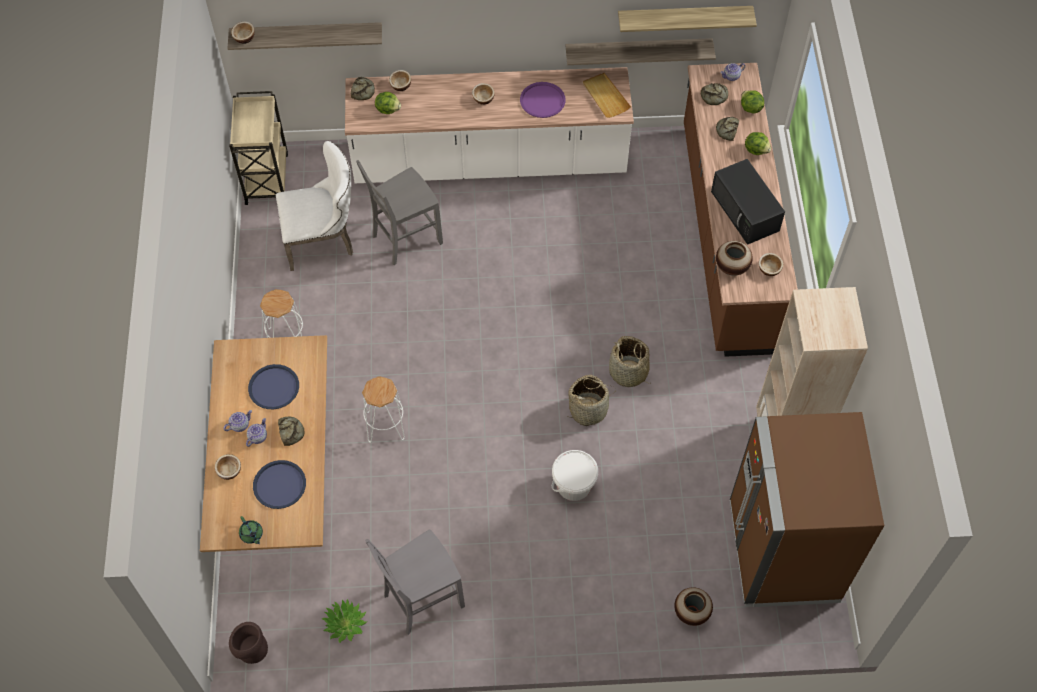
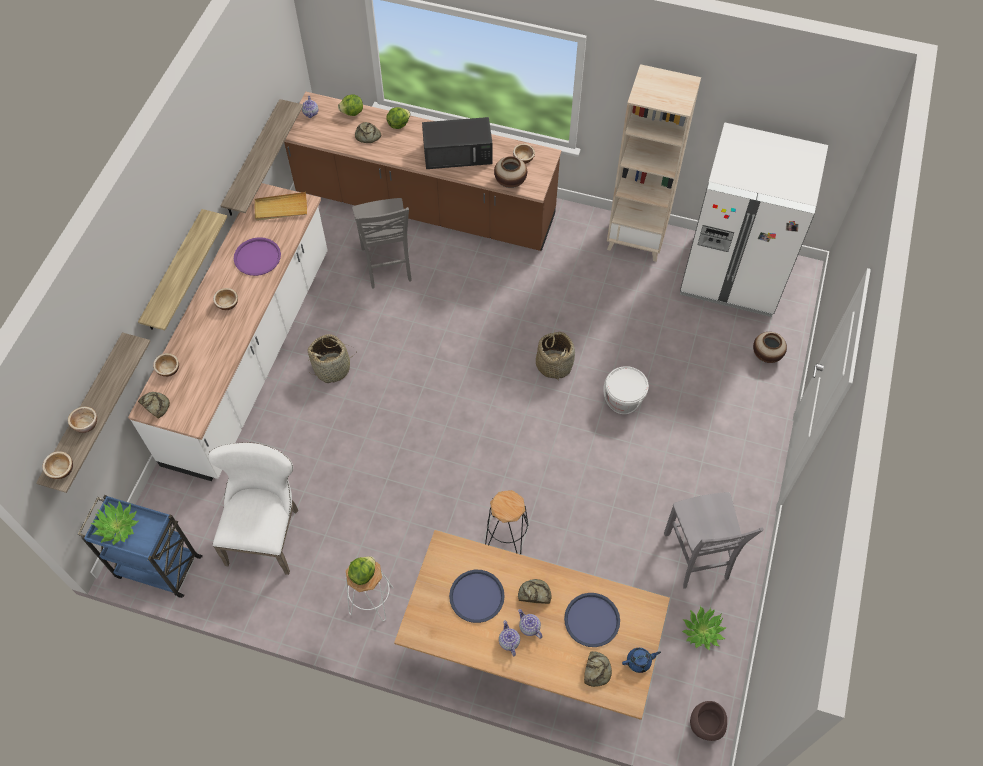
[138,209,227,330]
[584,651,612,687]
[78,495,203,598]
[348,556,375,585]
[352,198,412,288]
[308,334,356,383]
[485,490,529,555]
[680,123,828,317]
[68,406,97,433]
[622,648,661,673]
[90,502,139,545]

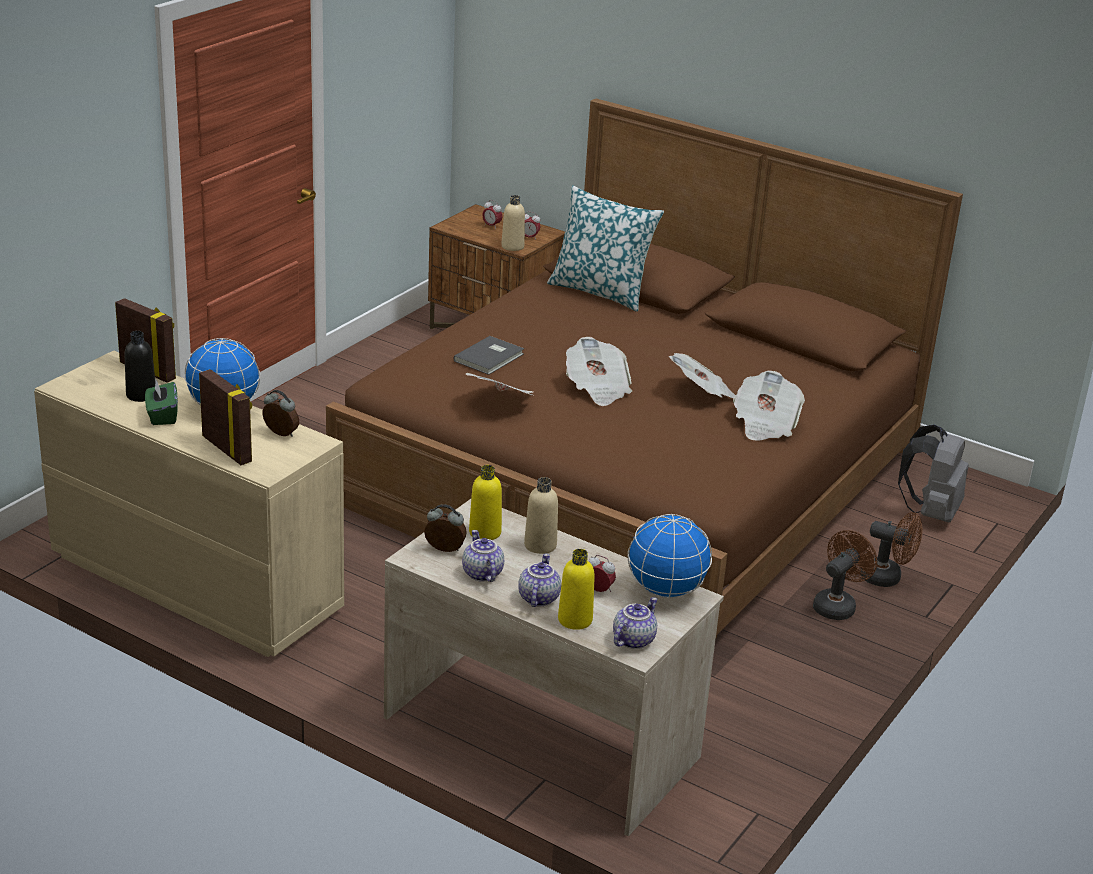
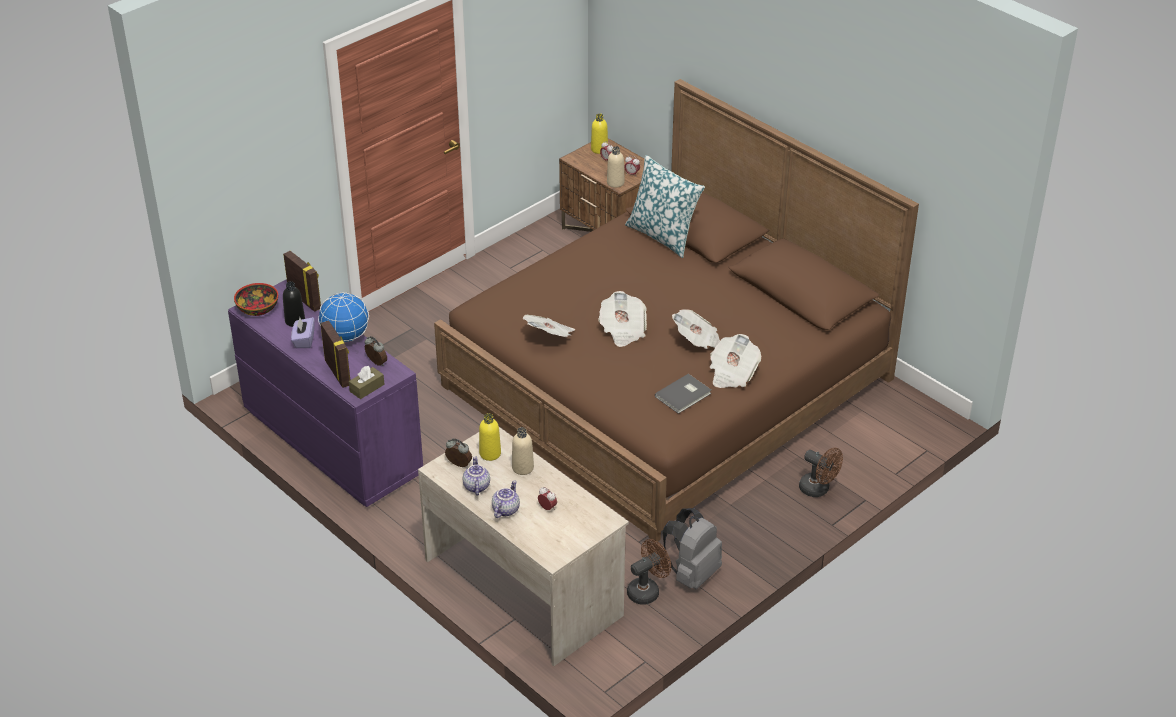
[655,374,712,414]
[228,279,423,507]
[291,317,315,348]
[663,508,722,589]
[628,514,712,598] (first image)
[627,539,671,605]
[591,114,608,154]
[613,597,658,649] (first image)
[234,283,278,316]
[349,366,385,399]

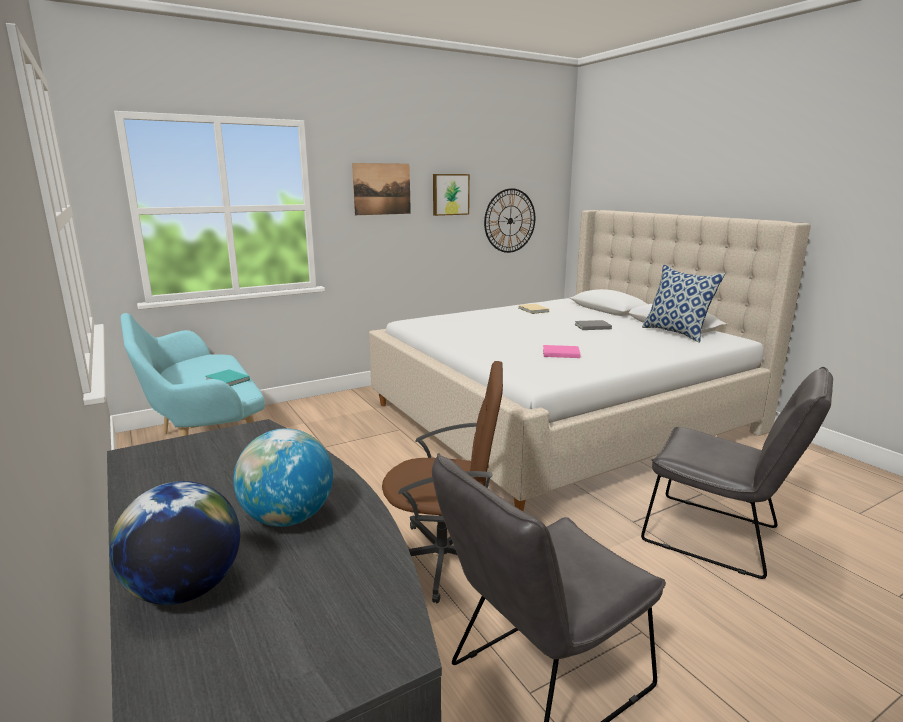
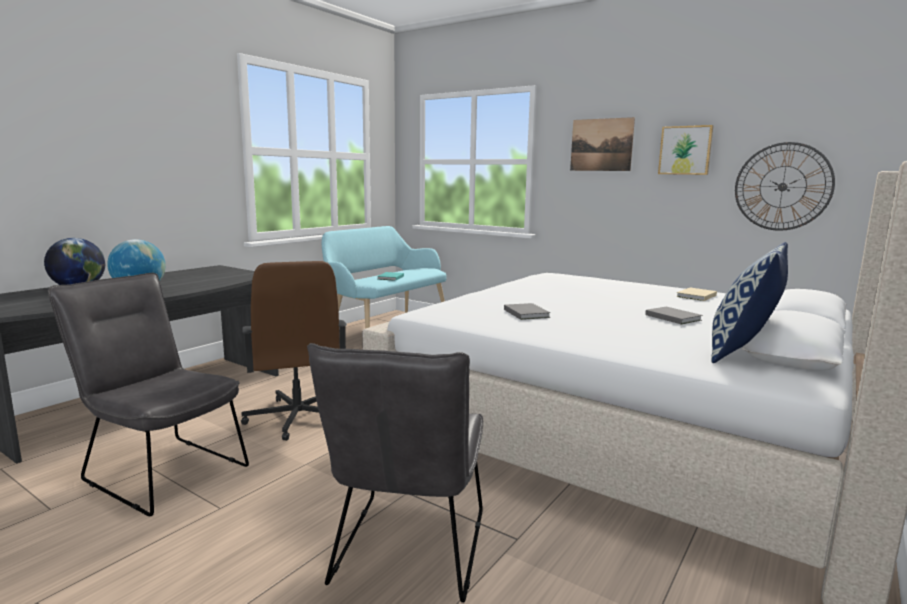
[504,303,551,320]

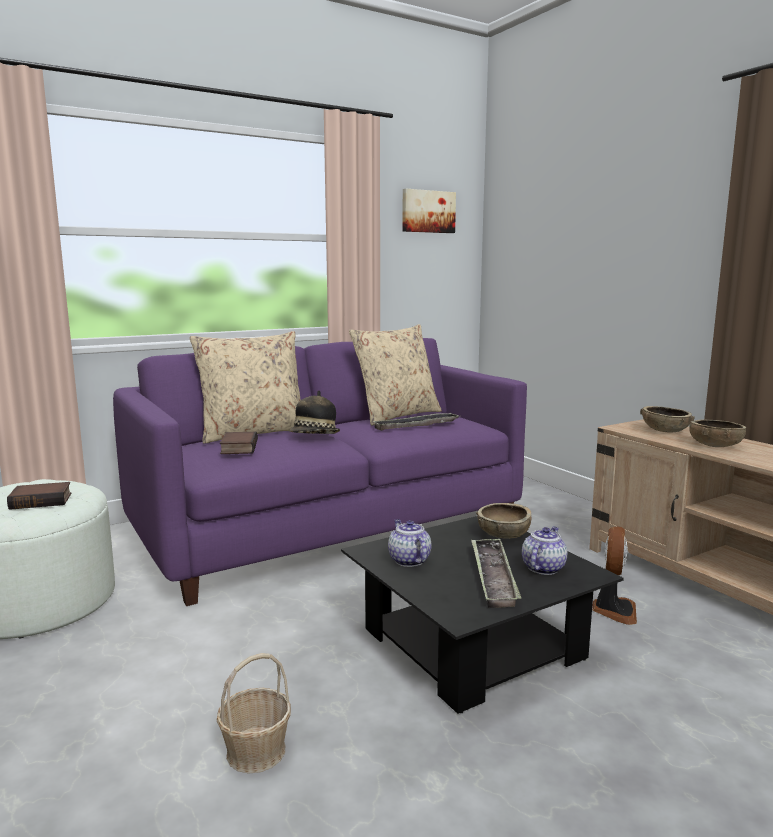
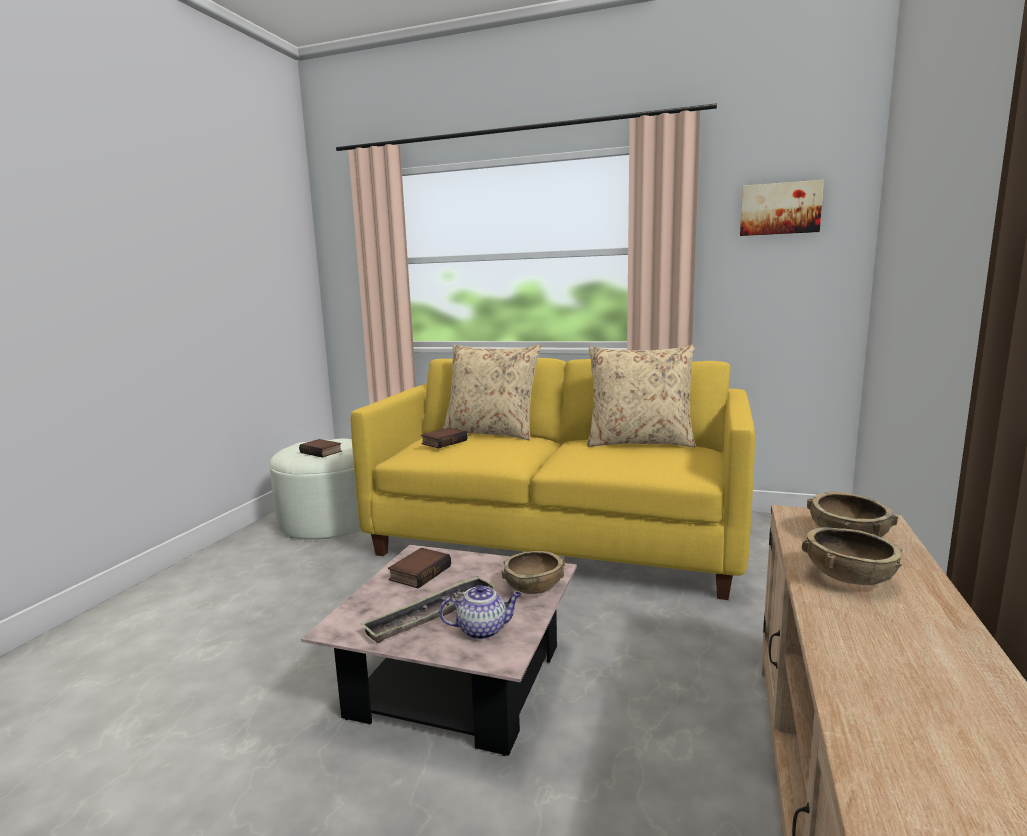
[350,358,755,600]
[289,390,340,434] (first image)
[372,413,461,431] (first image)
[301,545,577,756]
[388,548,451,589]
[592,527,637,625] (first image)
[217,653,291,774] (first image)

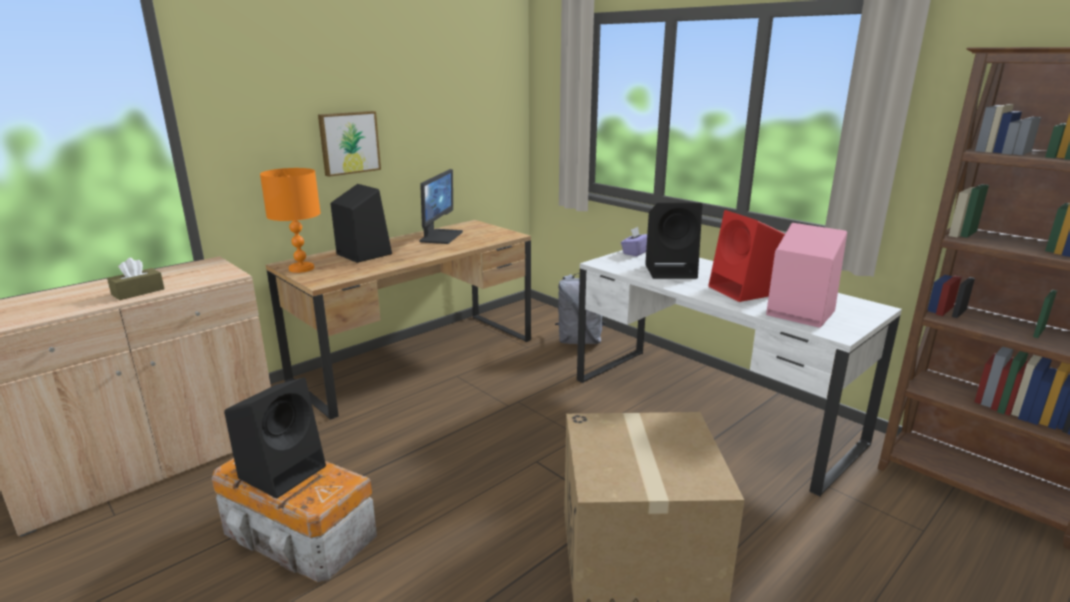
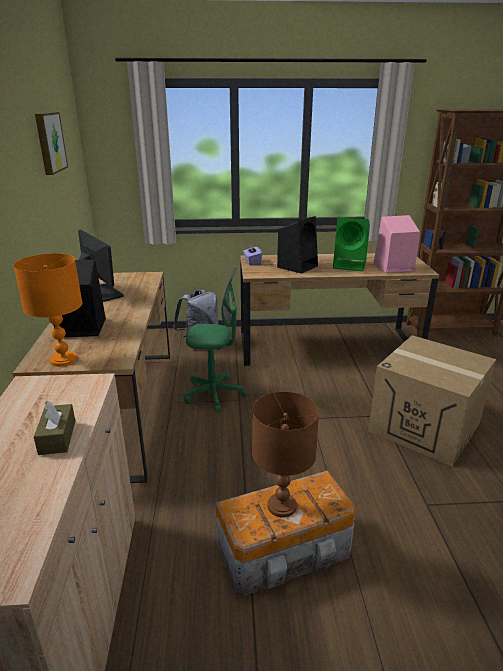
[35,112,68,175]
[333,217,370,271]
[240,253,439,366]
[252,392,319,518]
[183,267,247,413]

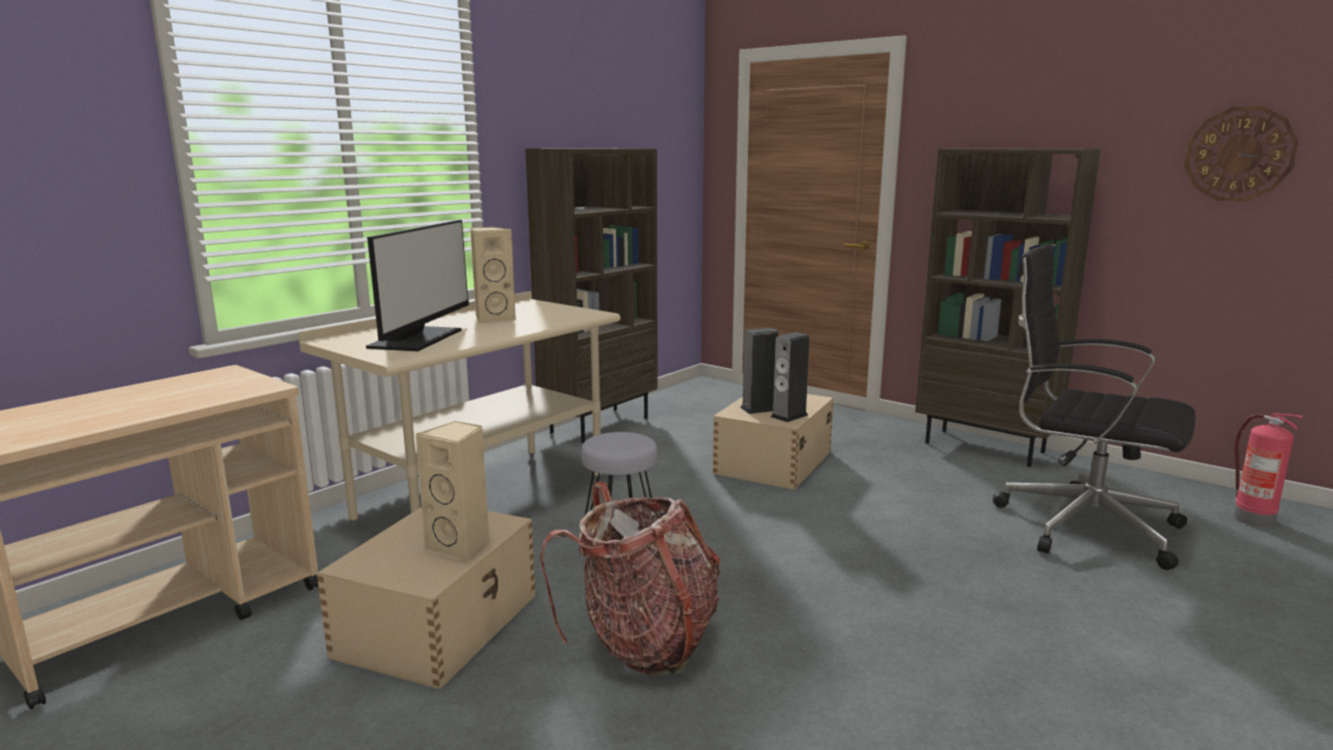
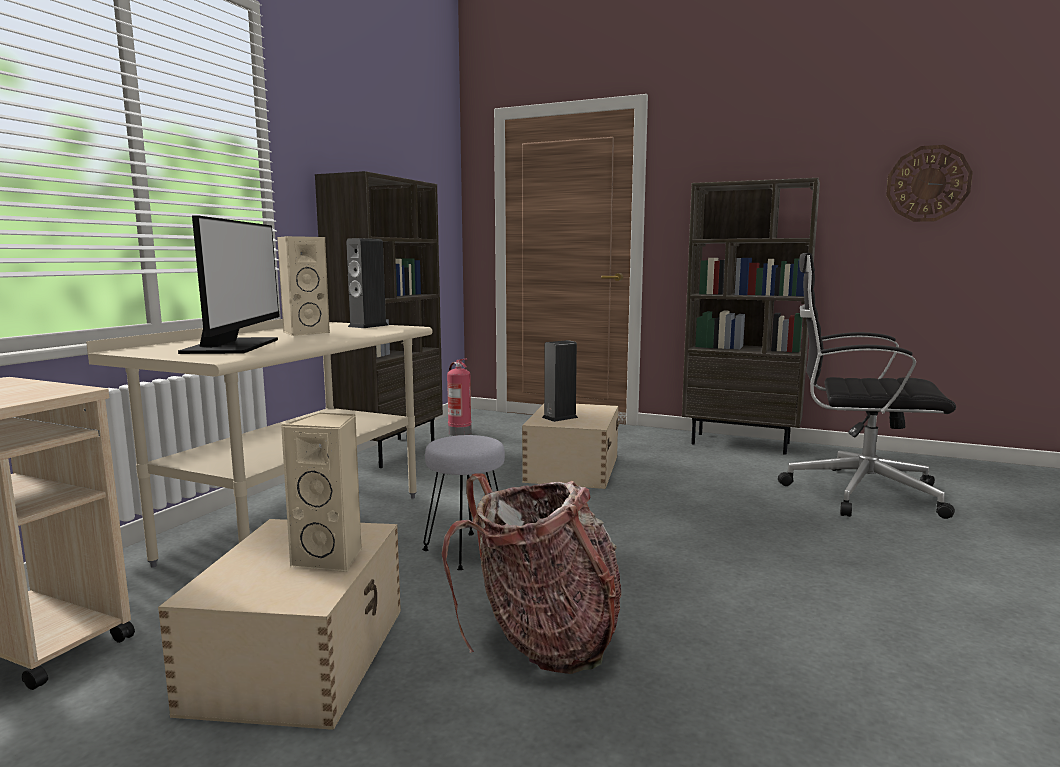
[346,238,388,328]
[447,359,472,436]

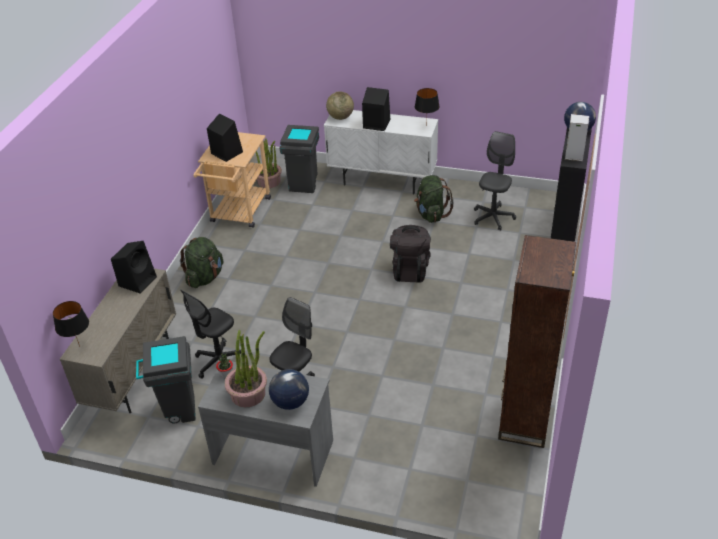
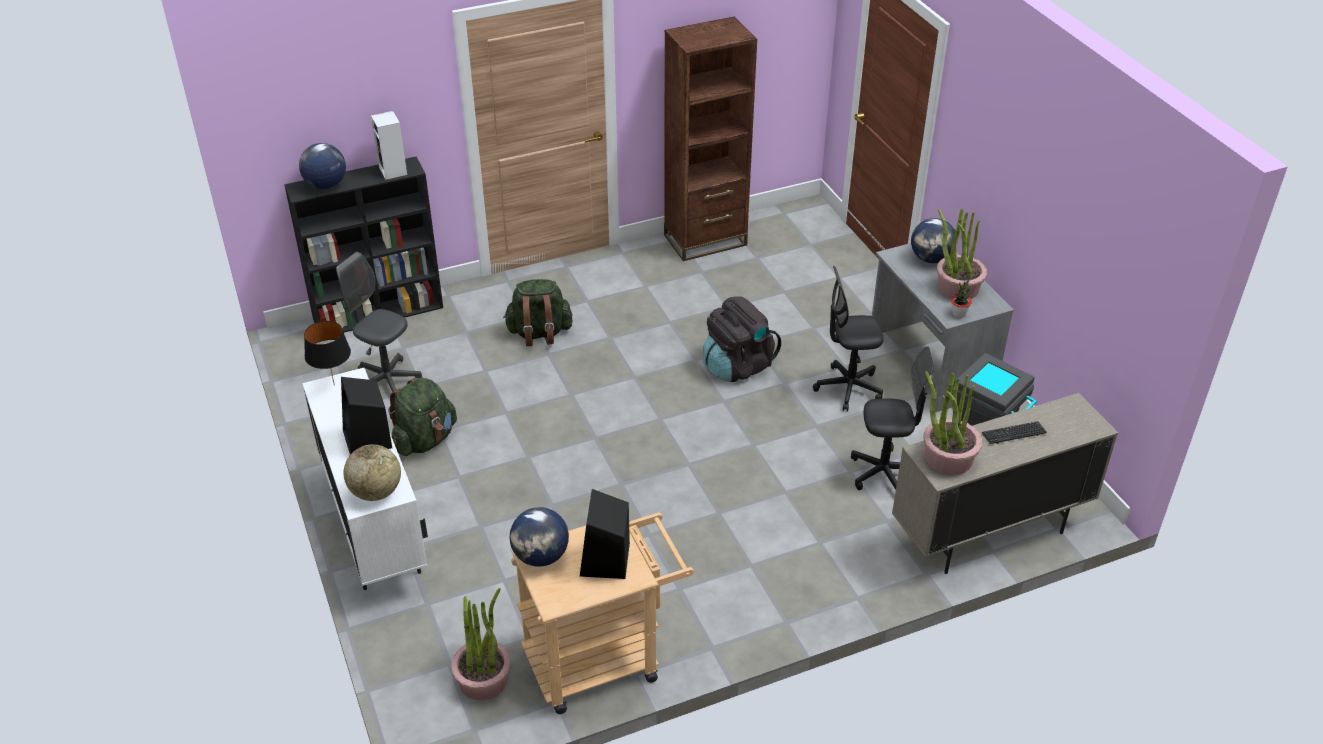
[279,125,319,193] (first image)
[336,252,422,396]
[703,296,781,382]
[503,279,572,346]
[923,371,982,475]
[53,301,89,347] (first image)
[982,421,1047,444]
[510,507,569,567]

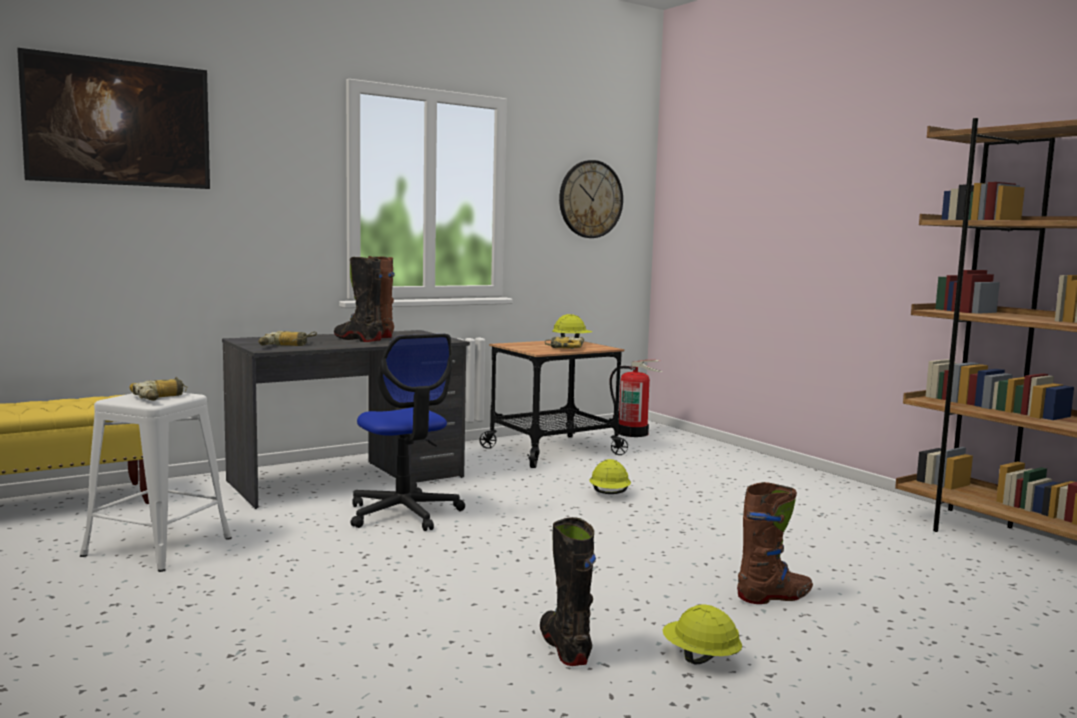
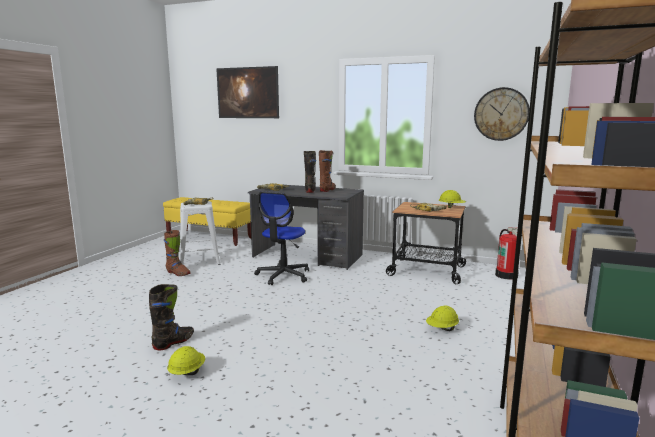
[426,306,459,331]
[164,230,191,276]

